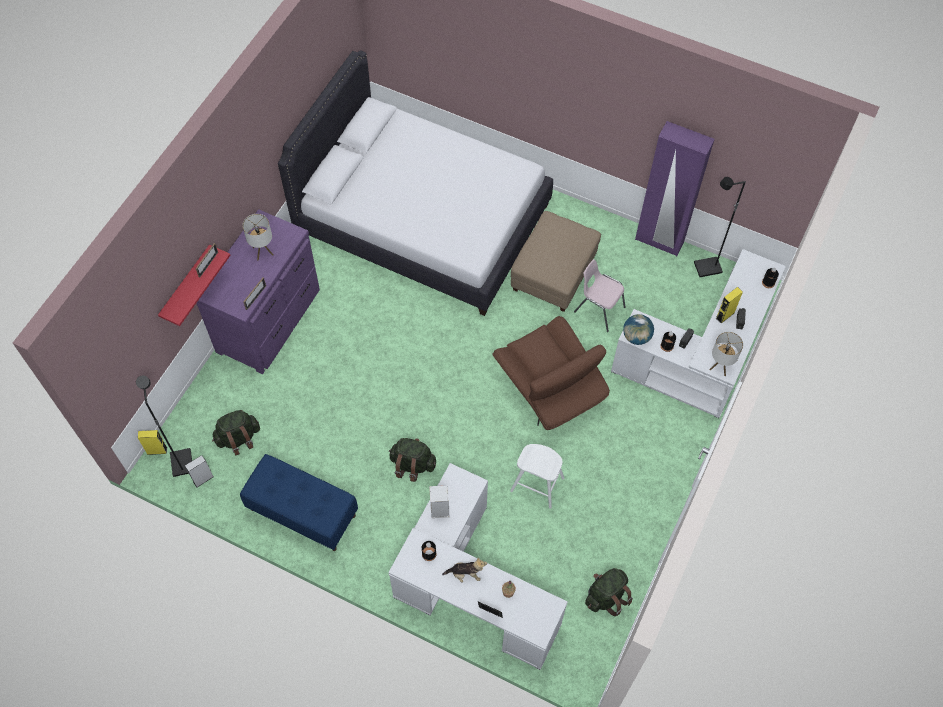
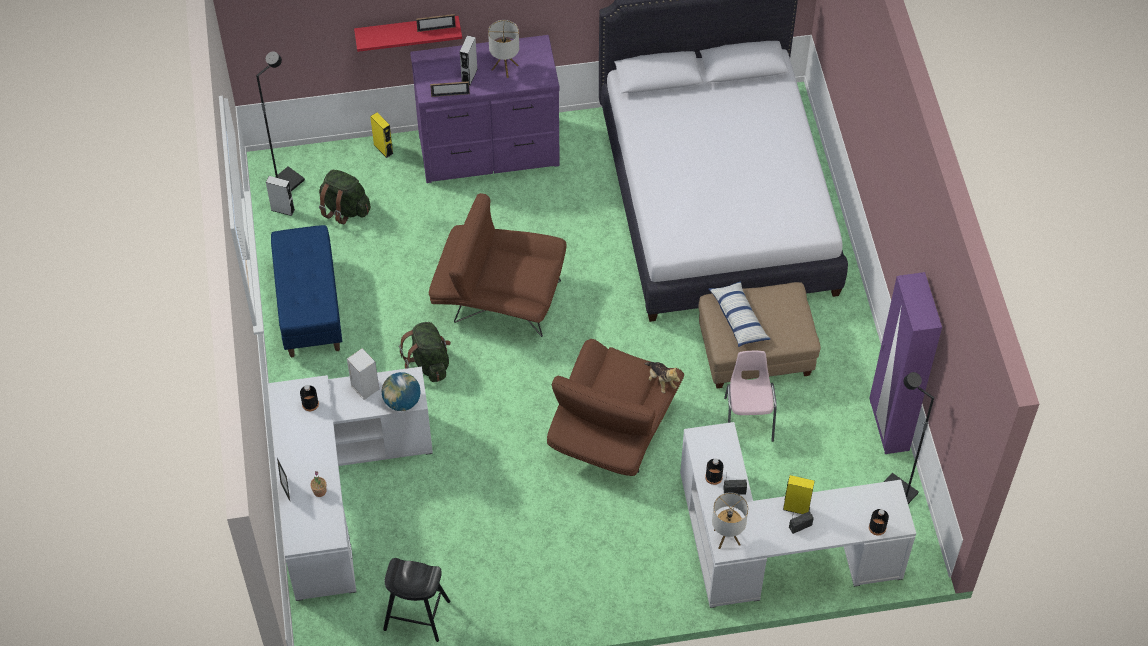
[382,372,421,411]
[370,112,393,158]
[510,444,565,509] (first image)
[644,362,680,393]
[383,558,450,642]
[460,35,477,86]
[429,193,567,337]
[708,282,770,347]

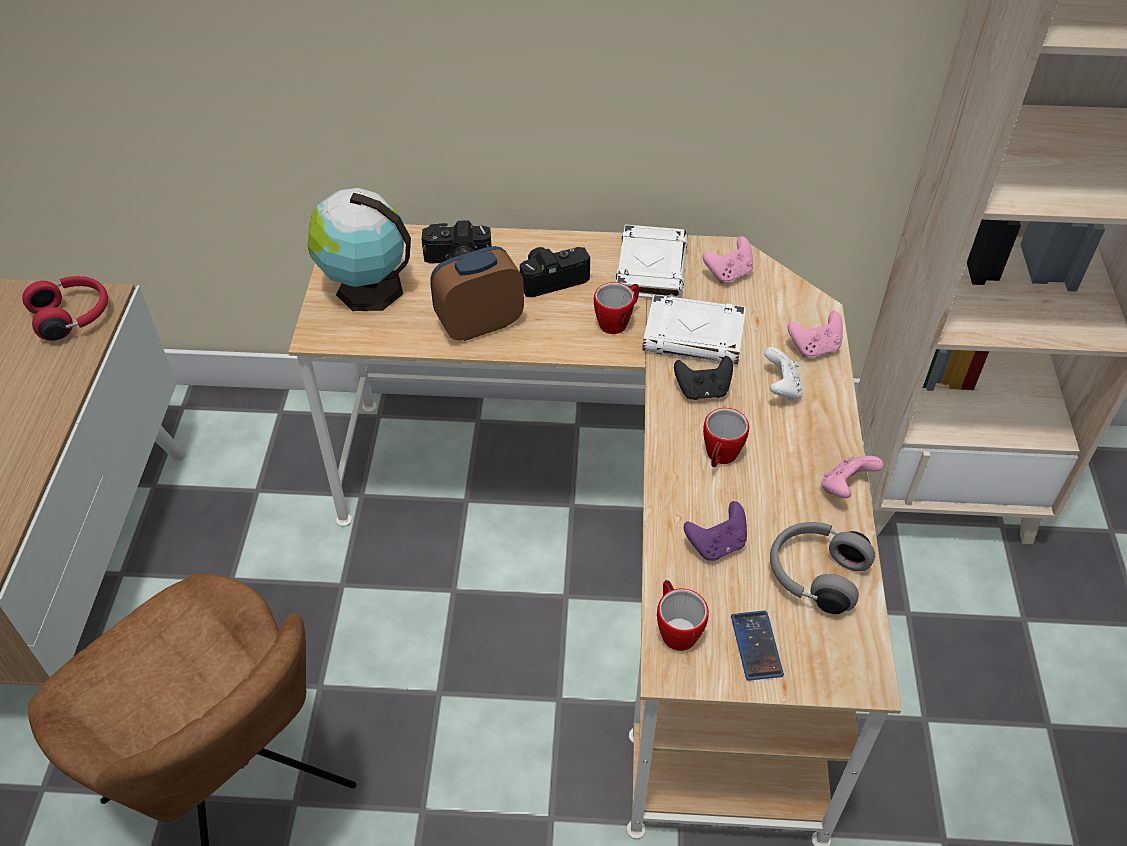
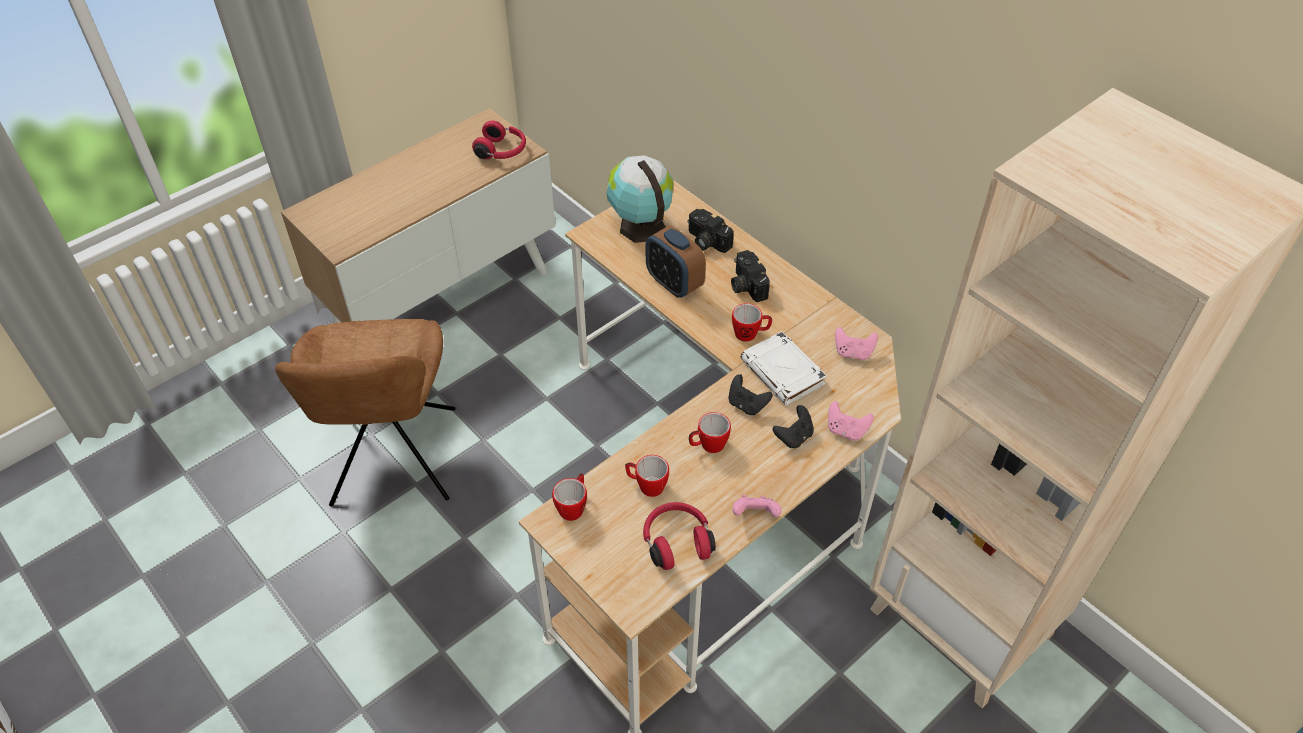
[616,225,688,299] (first image)
[646,226,706,298]
[731,250,770,302]
[772,405,814,448]
[625,455,669,497]
[643,502,716,570]
[731,611,784,681] (first image)

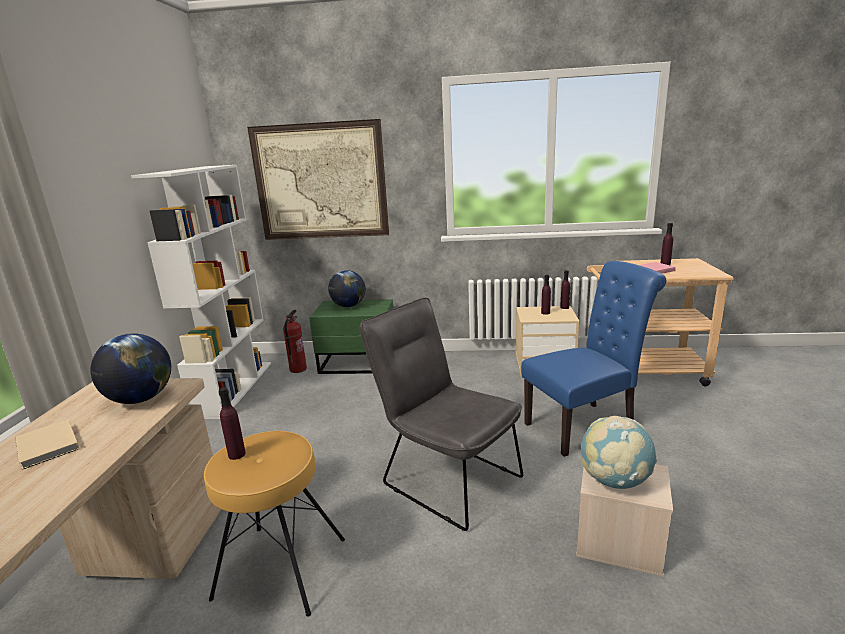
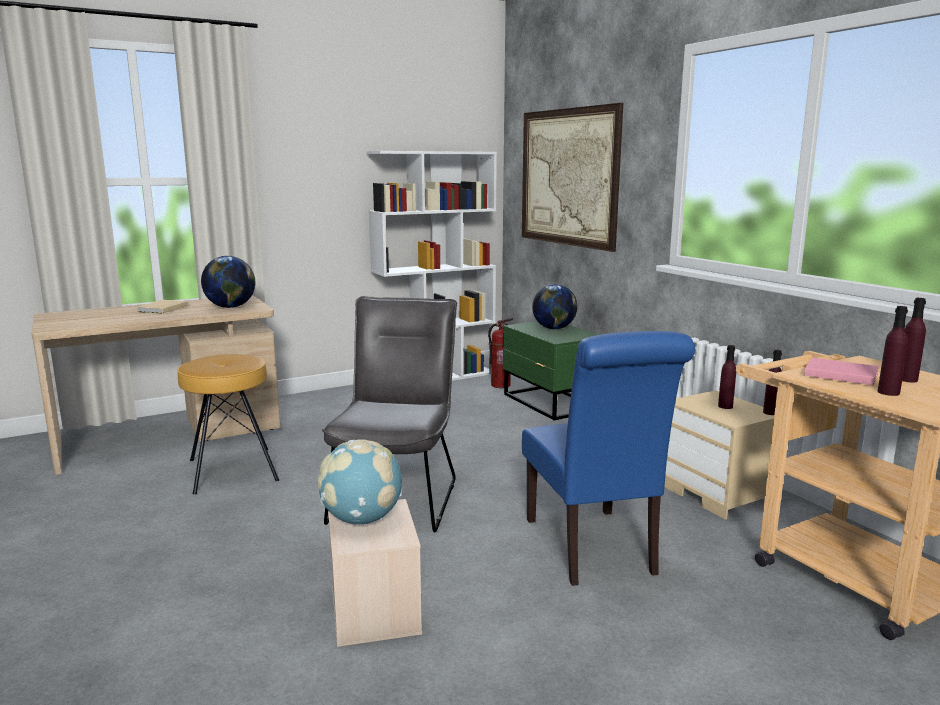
[522,331,695,586]
[878,306,908,396]

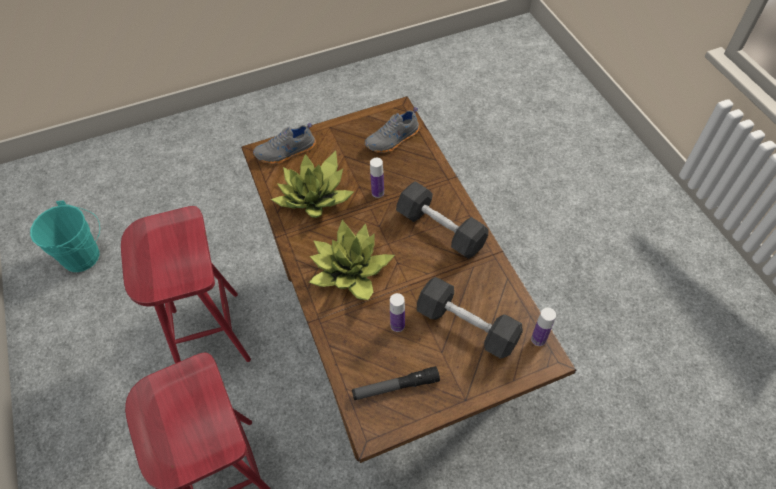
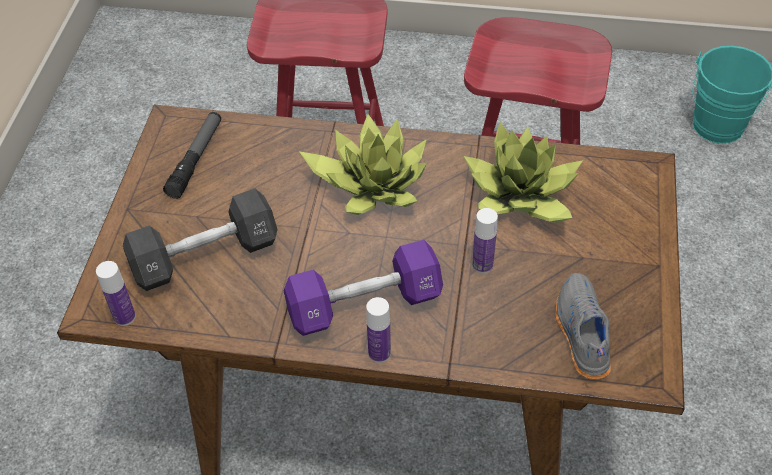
[253,123,316,164] (first image)
[284,240,443,336]
[366,297,391,363]

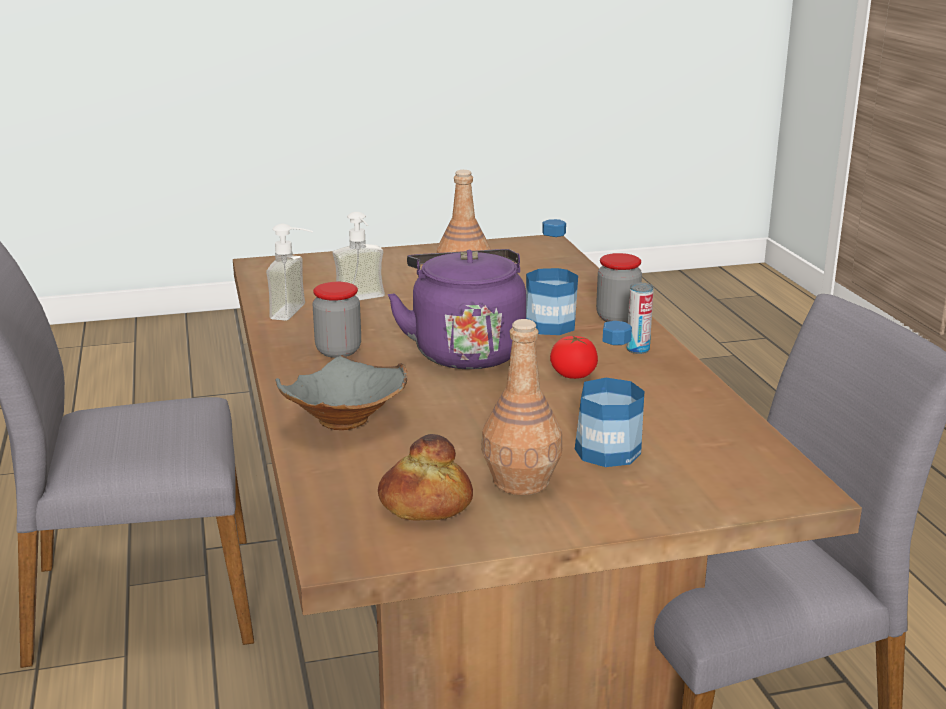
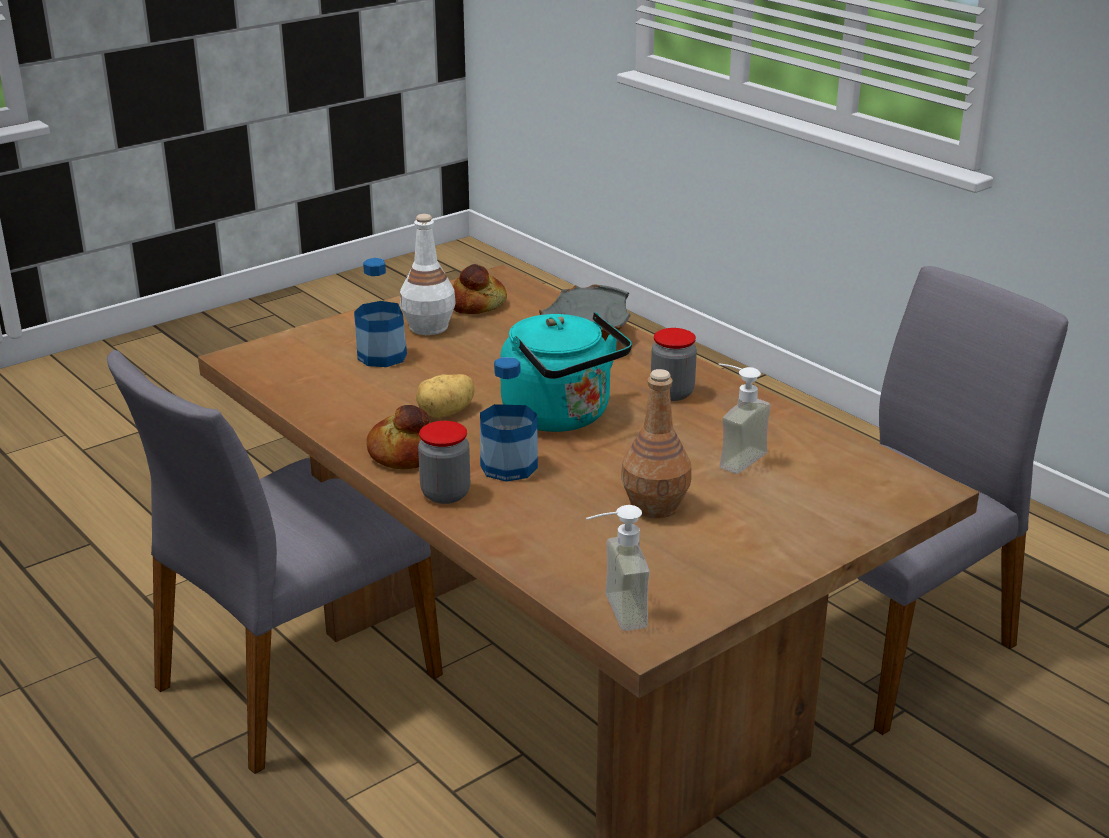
[586,505,650,631]
[500,312,632,432]
[366,405,430,470]
[400,214,456,335]
[416,374,475,418]

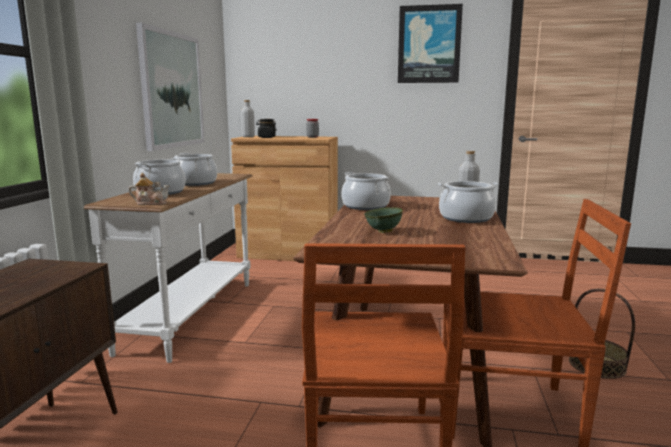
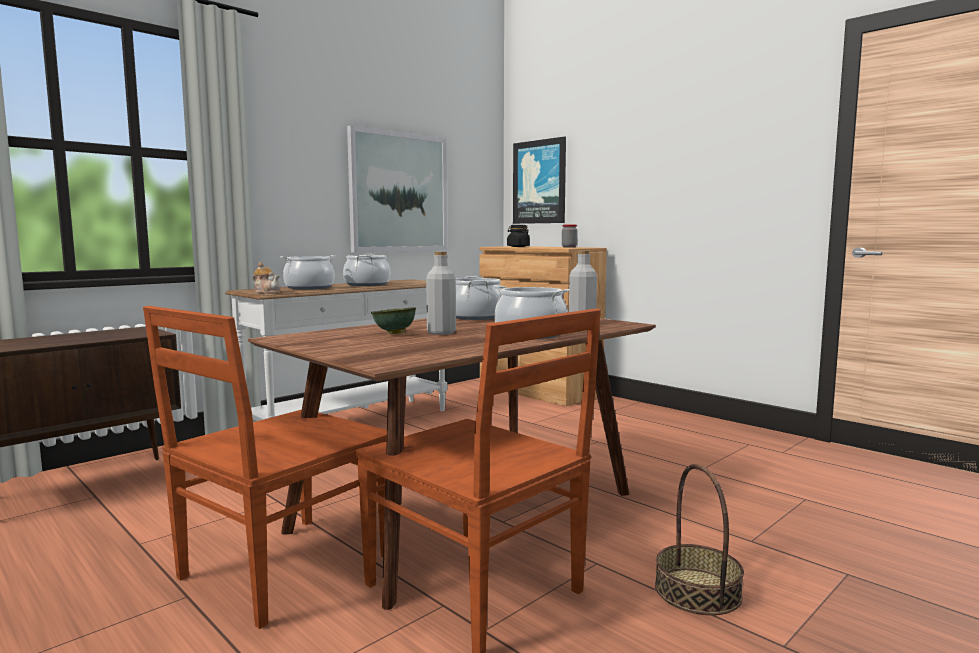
[513,136,566,224]
[426,251,456,335]

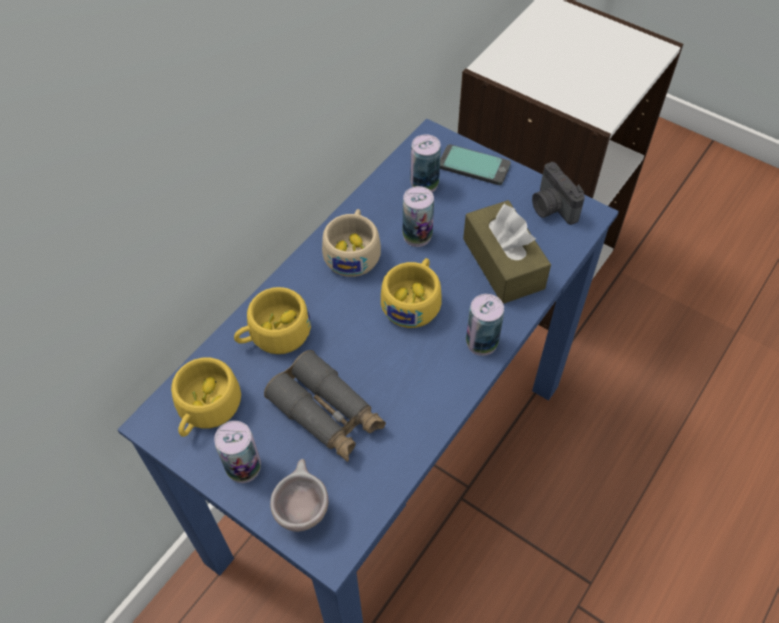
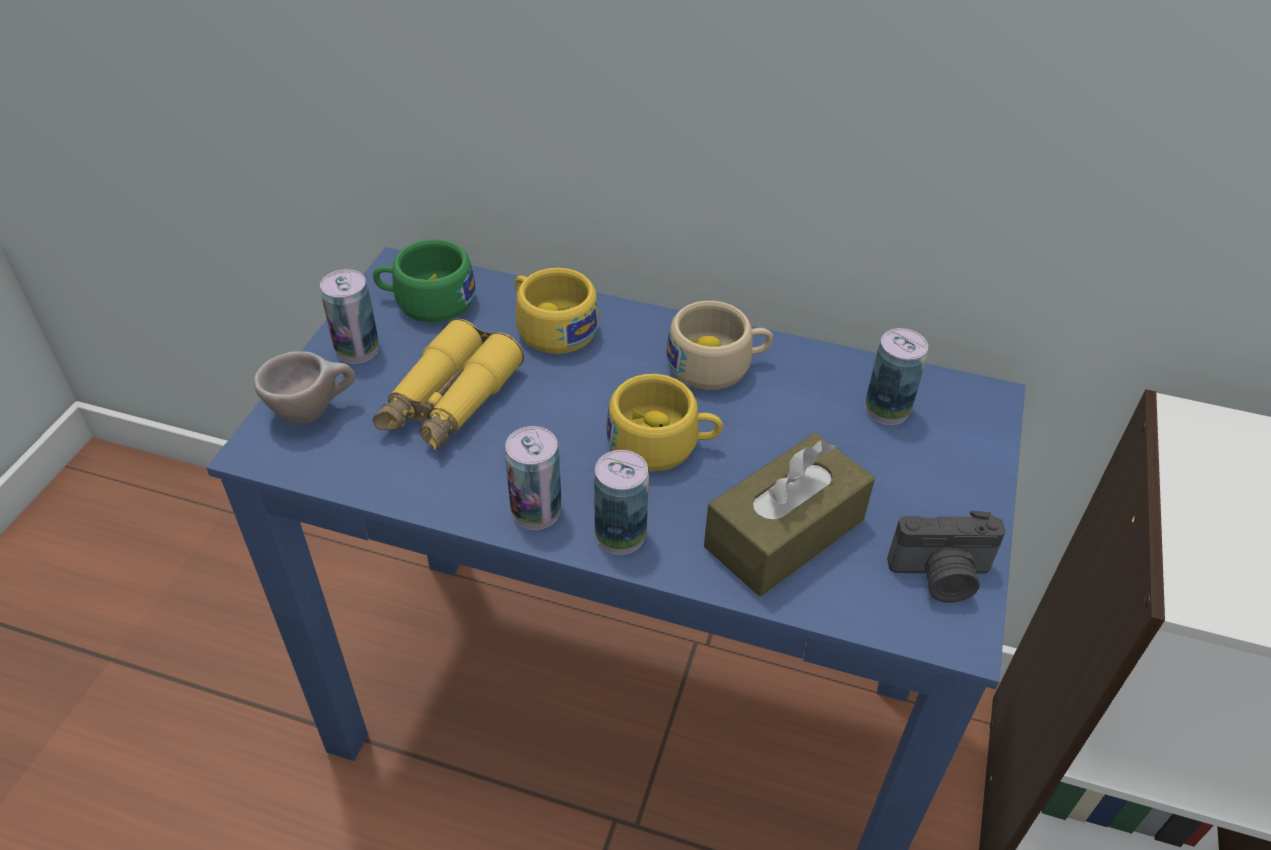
[440,144,511,185] (first image)
[887,510,1006,603]
[505,426,561,530]
[373,319,524,451]
[373,239,476,322]

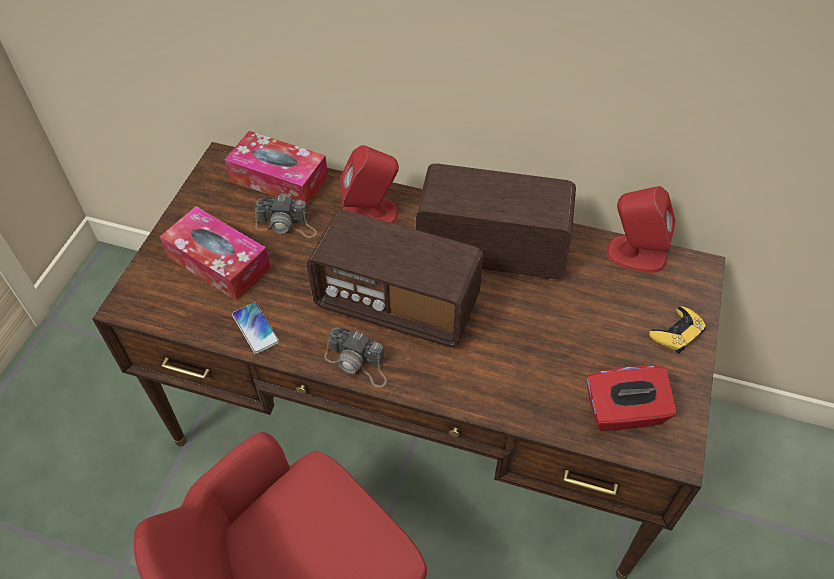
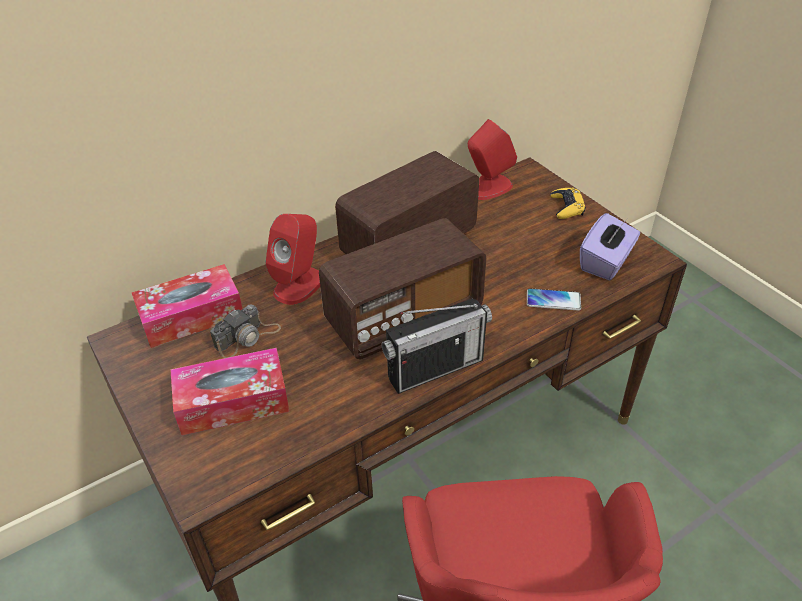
[527,288,581,311]
[381,299,492,394]
[580,213,640,281]

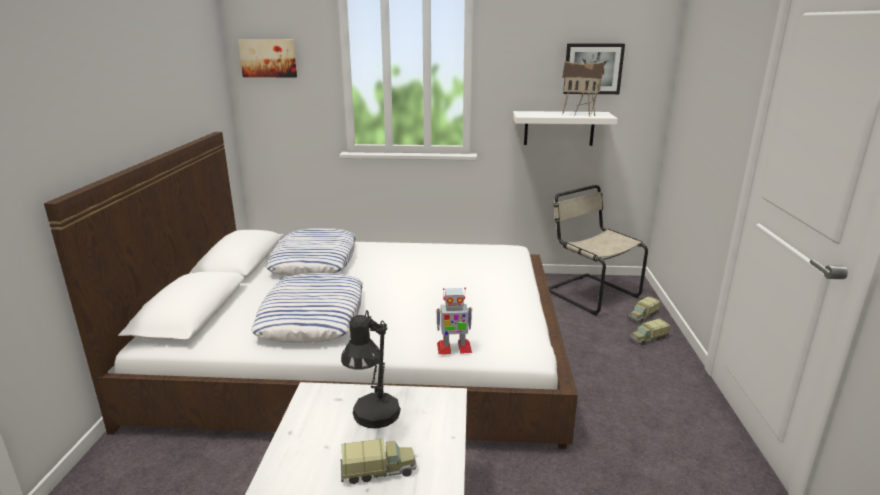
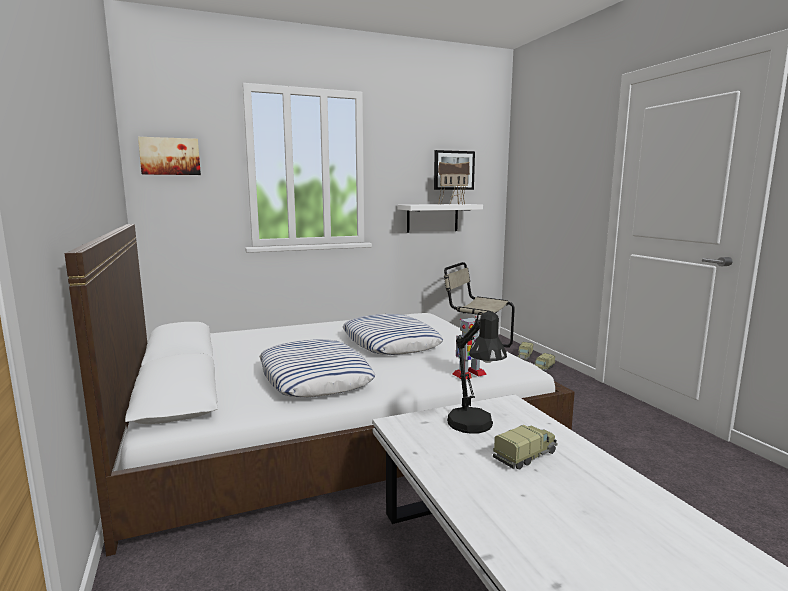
[342,314,443,355]

